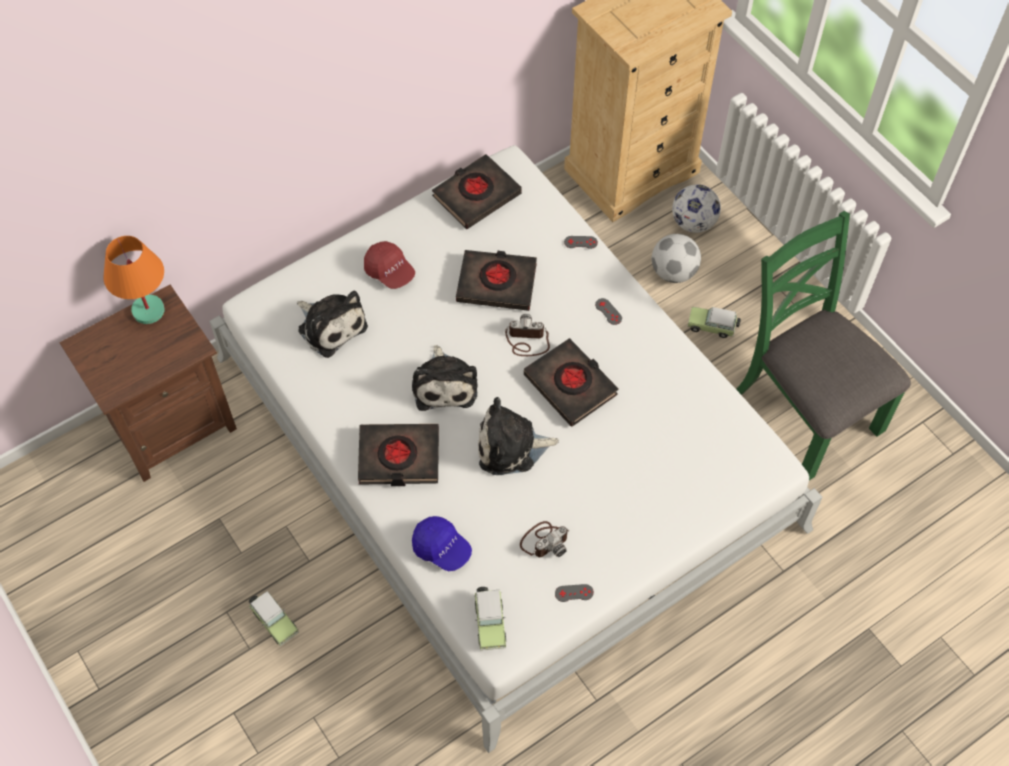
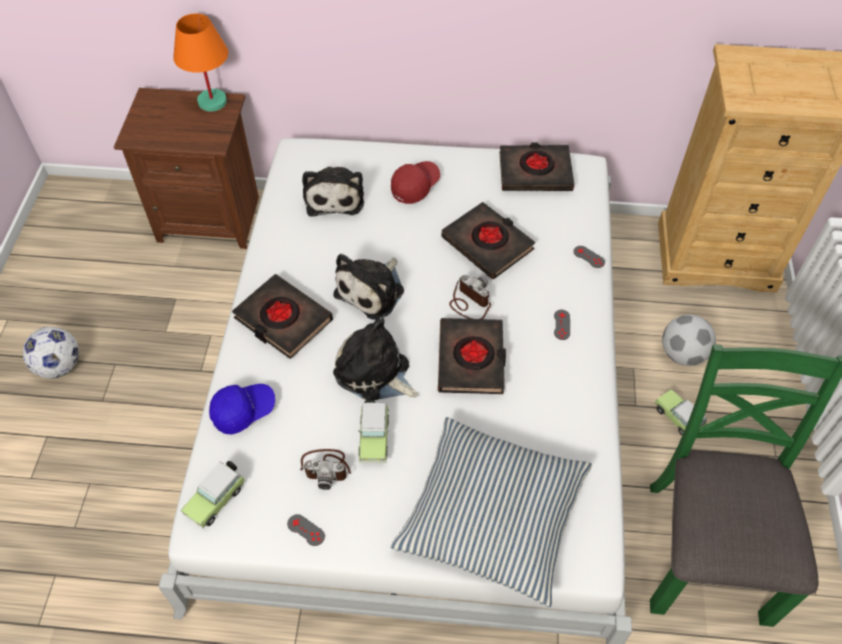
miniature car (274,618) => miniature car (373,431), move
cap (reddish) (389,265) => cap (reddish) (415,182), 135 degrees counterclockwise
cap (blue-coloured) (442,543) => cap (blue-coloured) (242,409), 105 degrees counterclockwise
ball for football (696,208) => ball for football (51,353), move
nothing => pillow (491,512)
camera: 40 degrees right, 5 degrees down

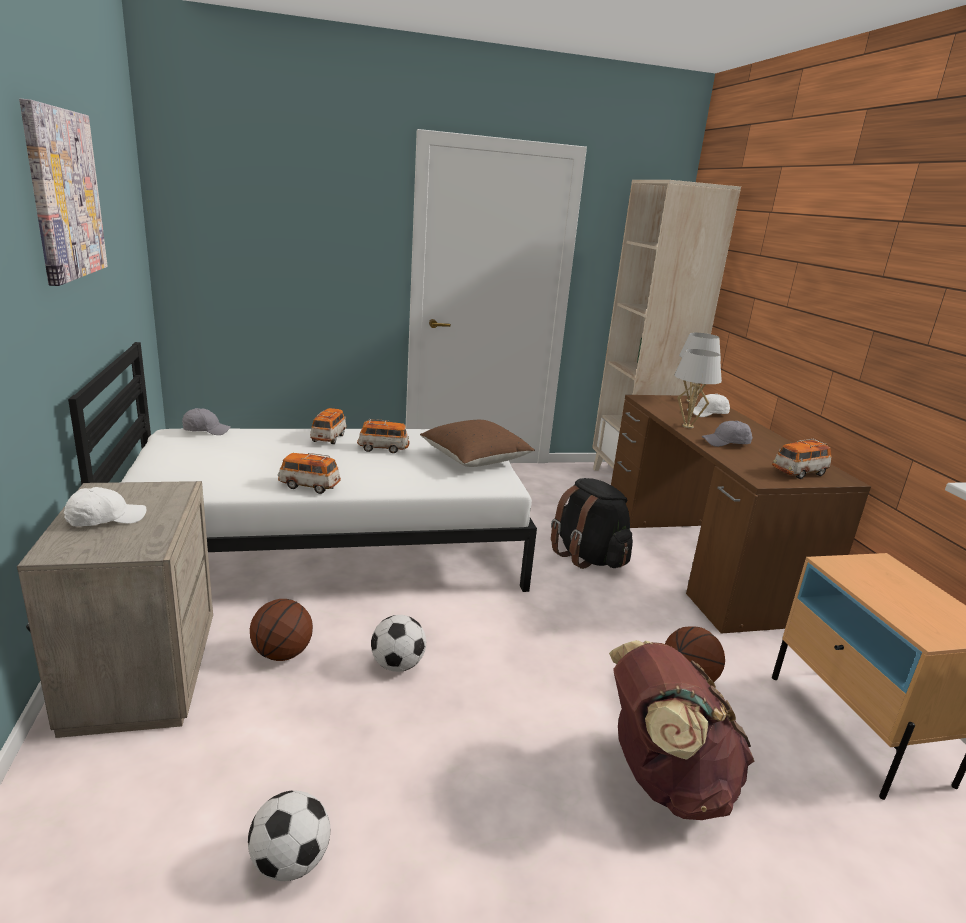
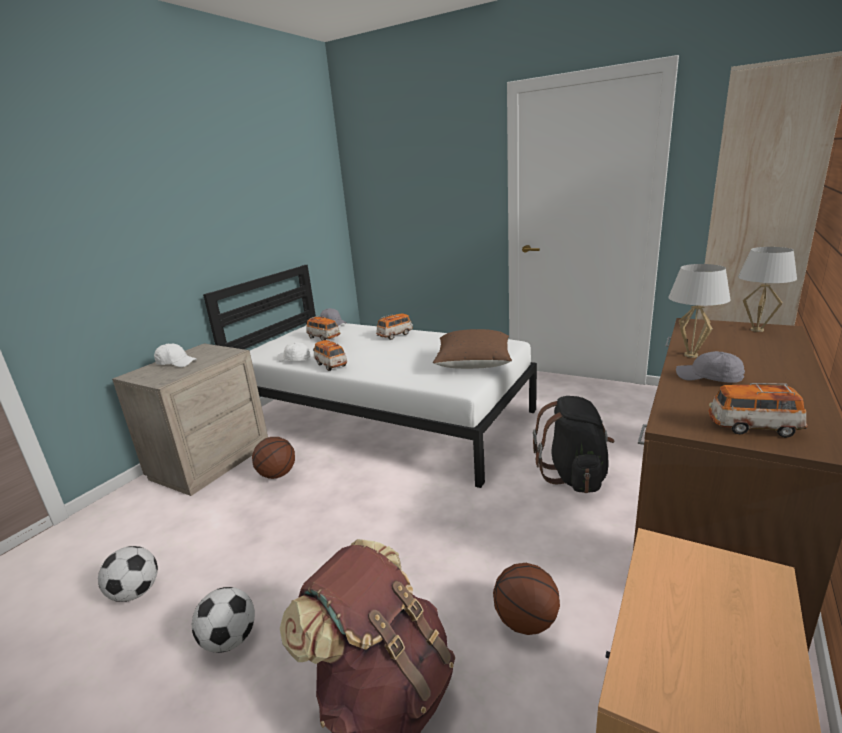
wall art (63,192) => nothing
miniature car (383,436) => miniature car (323,328), move
ball for football (398,643) => ball for football (223,620), move
cap (white-coloured) (708,405) => cap (white-coloured) (294,351), move
camera: 45 degrees right, 0 degrees up

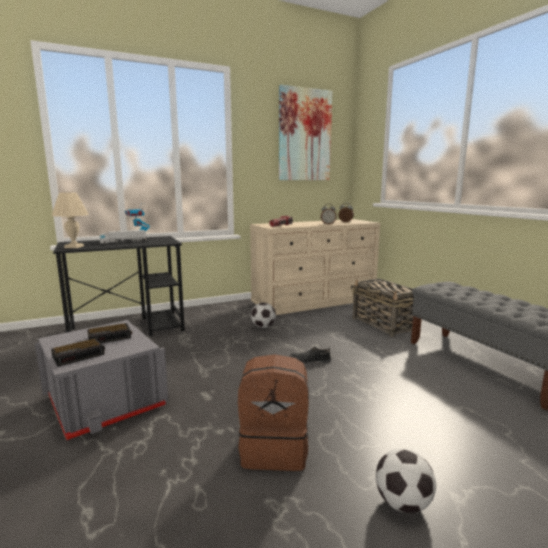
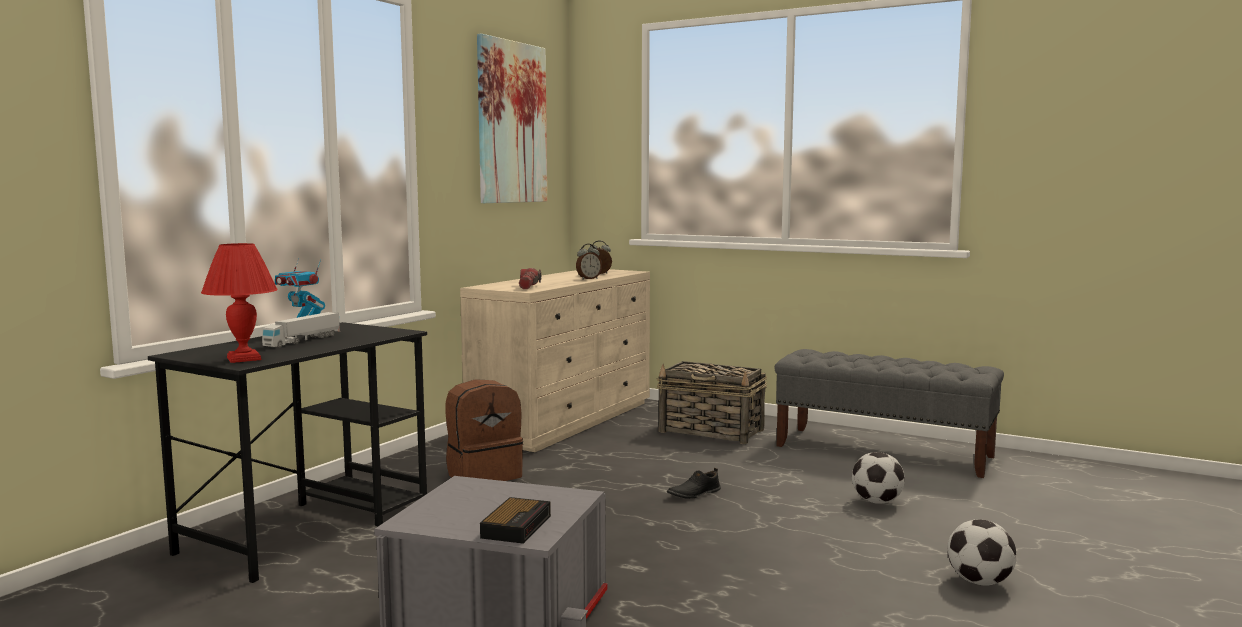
lamp for a table (sand-coloured) (70,220) => lamp for a table (reddish) (239,303)
alarm clock (109,333) => nothing
backpack (brown) (273,412) => backpack (brown) (484,430), move
ball for football (263,315) => ball for football (878,478), move
camera: 35 degrees left, 5 degrees down

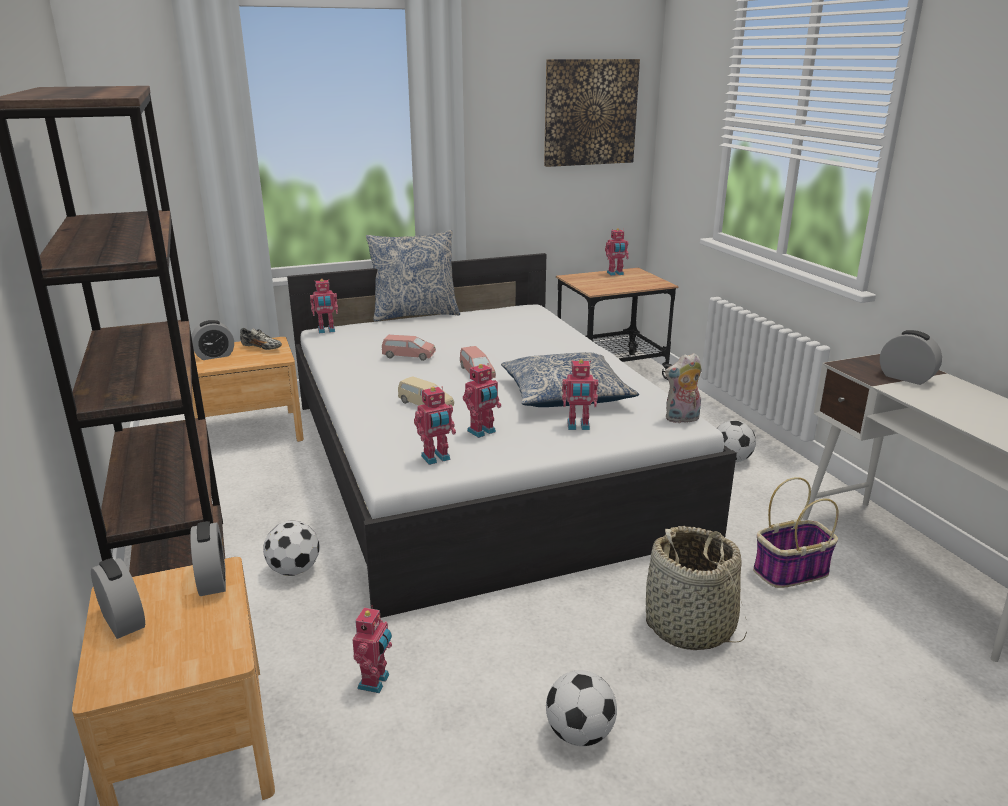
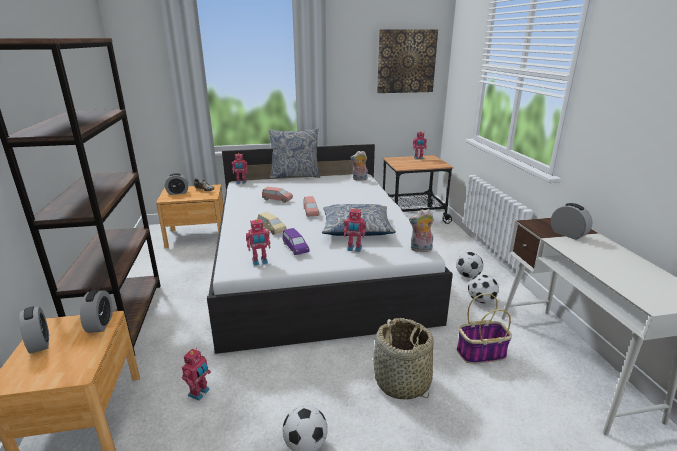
ball for football (291,548) => ball for football (483,289), move
robot figure (482,400) => miniature car (purple) (296,241)
nothing => soft toy (359,166)
camera: 10 degrees right, 0 degrees up

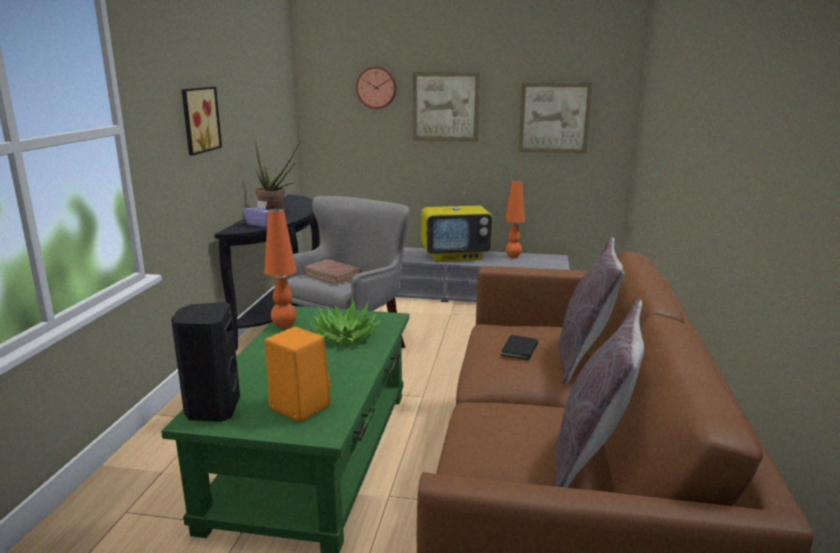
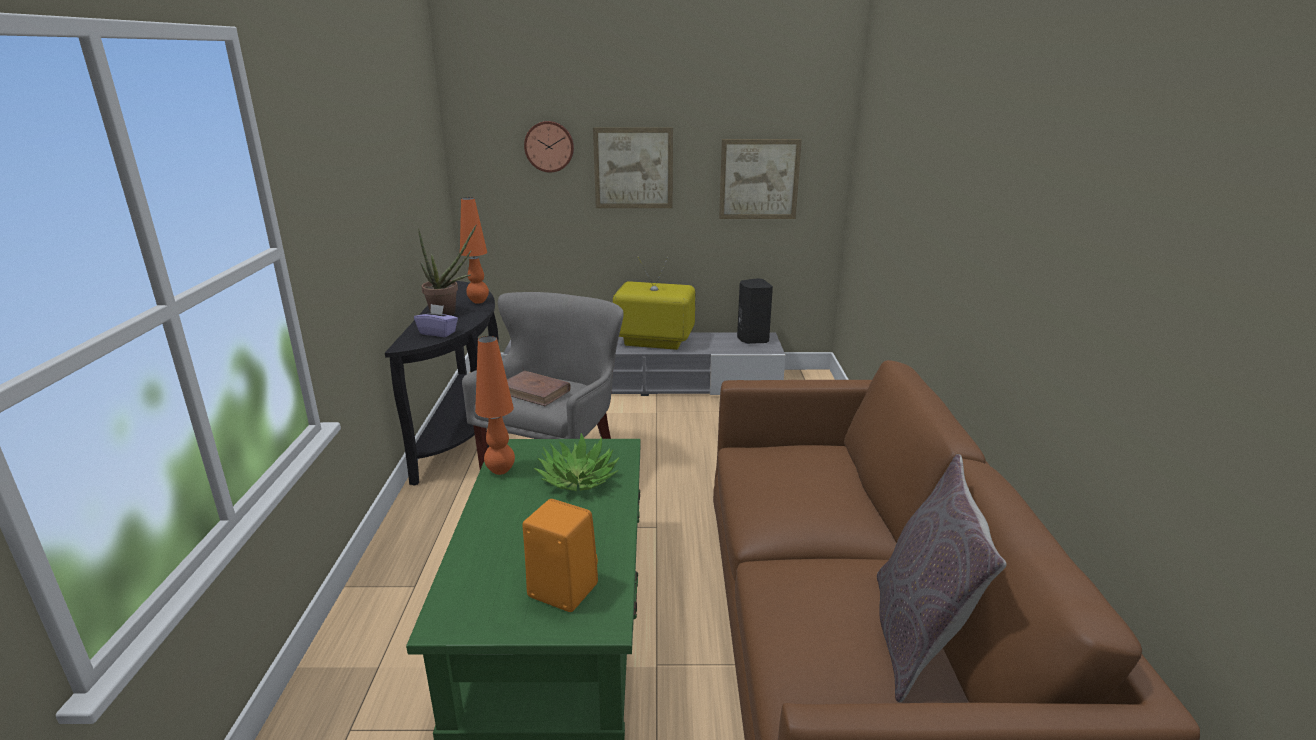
loudspeaker (black-coloured) (205,362) => loudspeaker (black-coloured) (755,311), move
wall art (201,121) => nothing
TV (457,221) => TV (654,303), 150 degrees counterclockwise
volume (black-coloured) (523,347) => nothing
lamp for a table (orangey) (515,219) => lamp for a table (orangey) (474,250), move
pillow (gray) (592,310) => nothing
camera: 10 degrees left, 5 degrees up

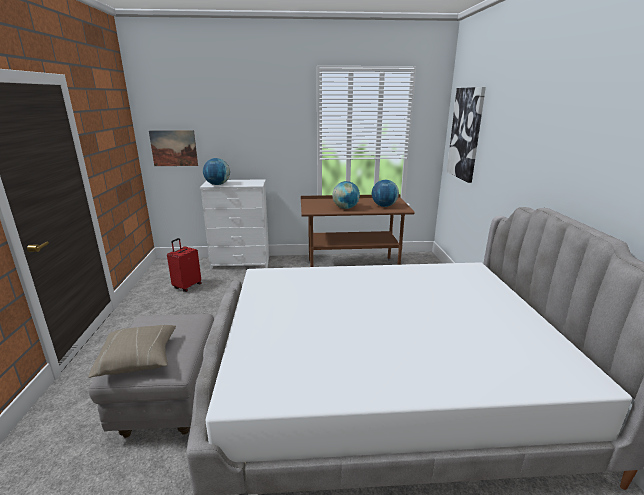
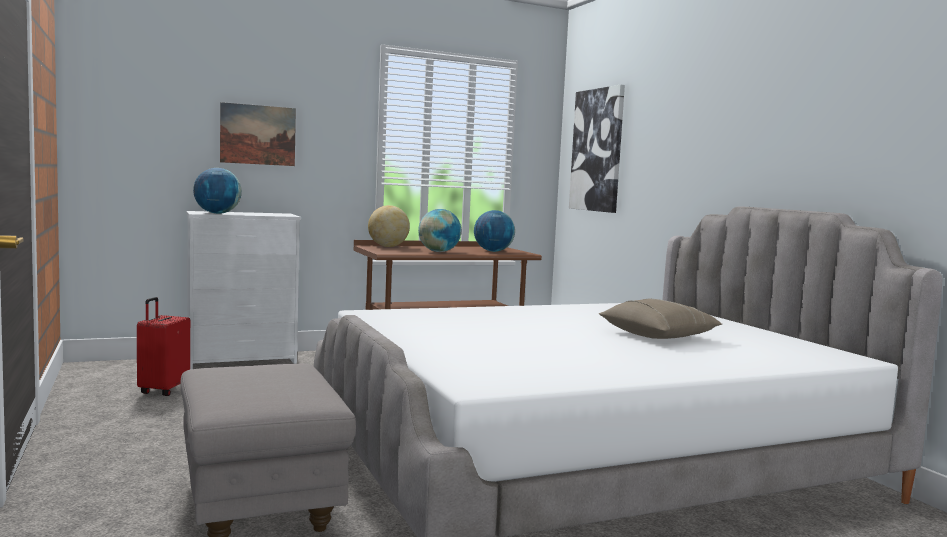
pillow (sand-coloured) (132,351) => pillow (sand-coloured) (660,319), move
wall art (173,148) => wall art (258,134), move
nothing => globe (389,226)
camera: 20 degrees left, 15 degrees down

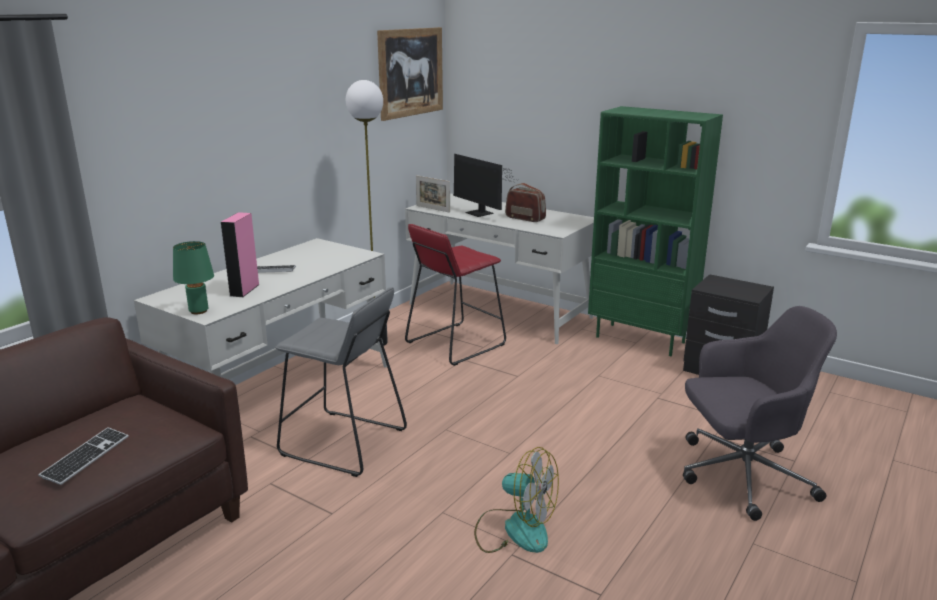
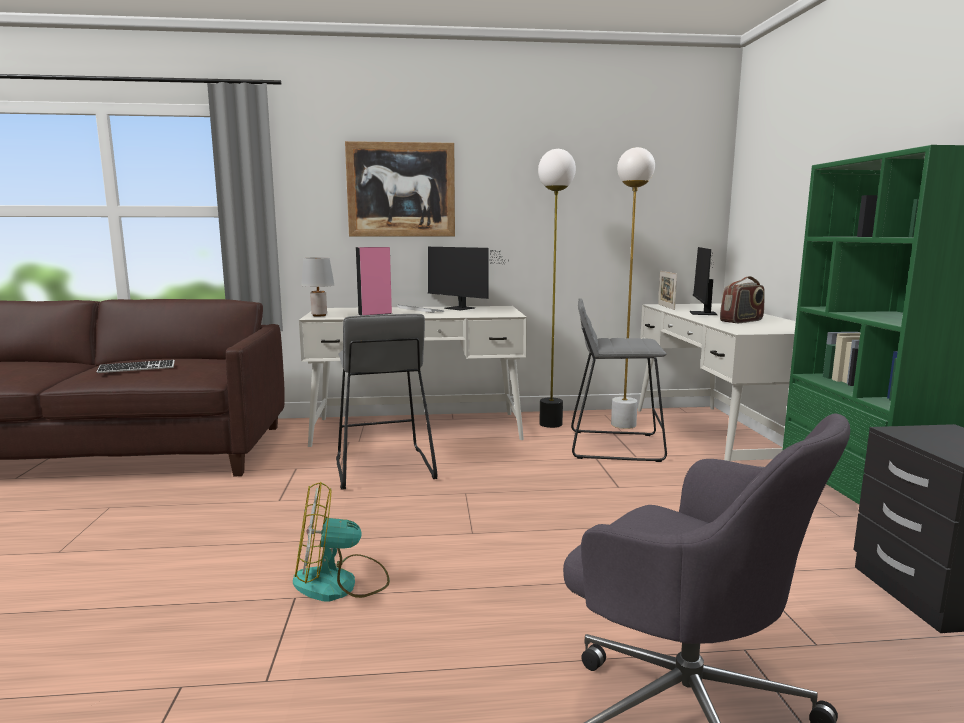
lamp for a table (green) (193,277) => lamp for a table (gray) (317,287)
wall art (410,74) => wall art (400,188), move
sitting stool (reddish) (455,295) => sitting stool (gray) (619,380)
fan (516,500) => fan (341,542), 90 degrees clockwise
radio receiver (525,202) => radio receiver (742,299), 60 degrees clockwise
nothing => computer screen (469,278)
nothing => standard lamp (white-coloured) (633,288)
camera: 50 degrees right, 10 degrees down

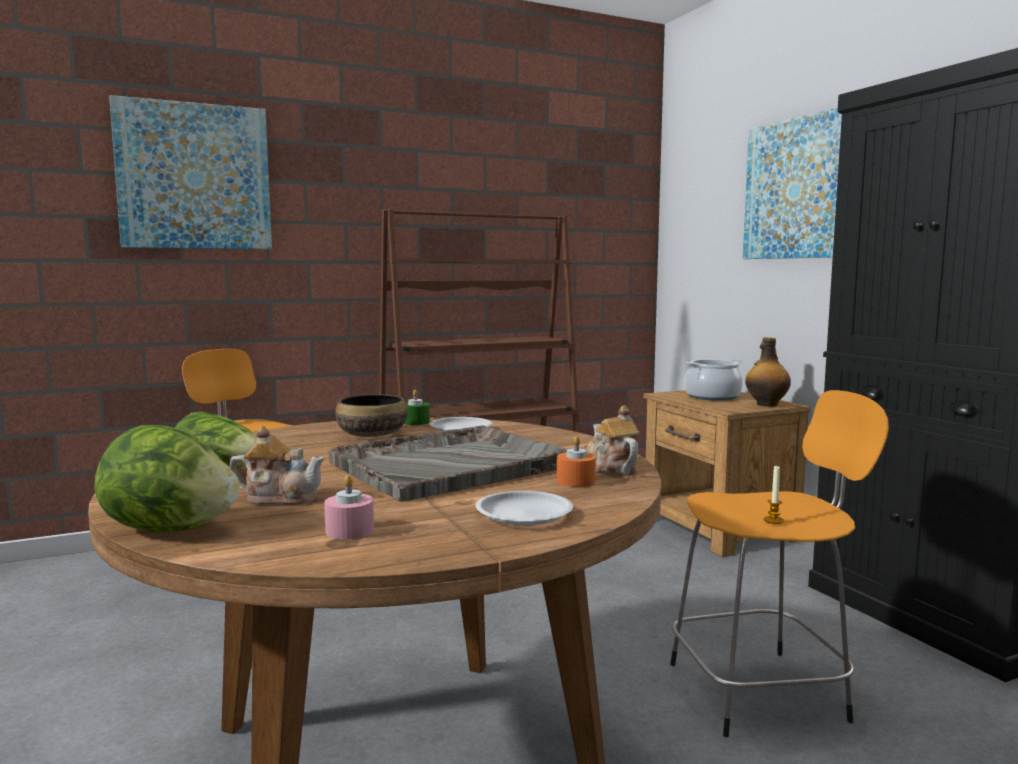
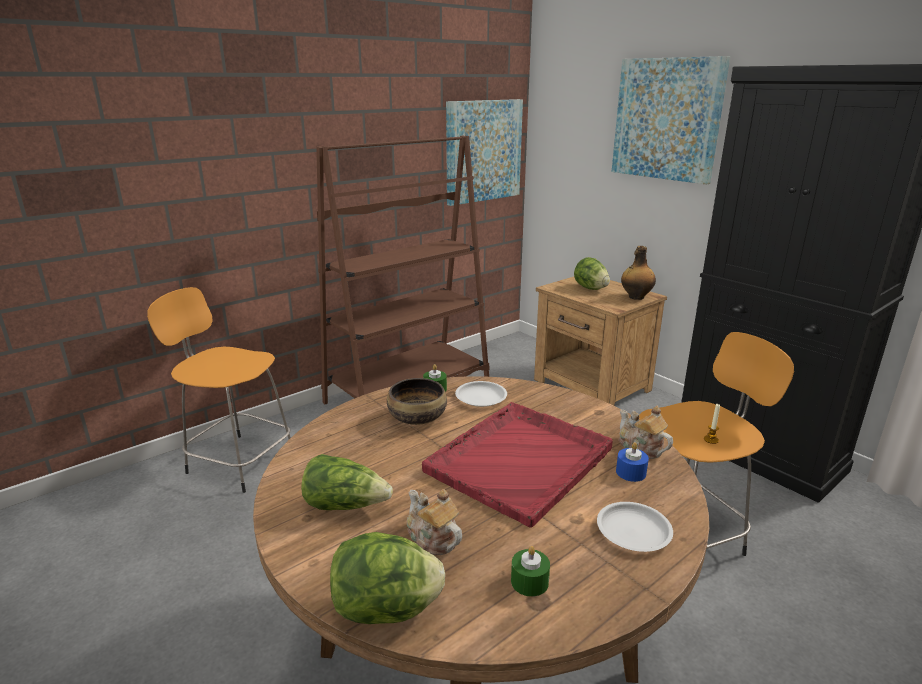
wall art (190,172) => wall art (484,152), move
pot for tea (277,465) => pot for tea (434,522), 120 degrees counterclockwise
candle (pinkish) (349,507) => candle (green) (530,571)
tray (gray) (448,463) => tray (reddish) (517,465)
candle (orangey) (576,461) => candle (blue-coloured) (632,462)
saucepot (714,380) => lettuce (592,273)
camera: 15 degrees left, 15 degrees up

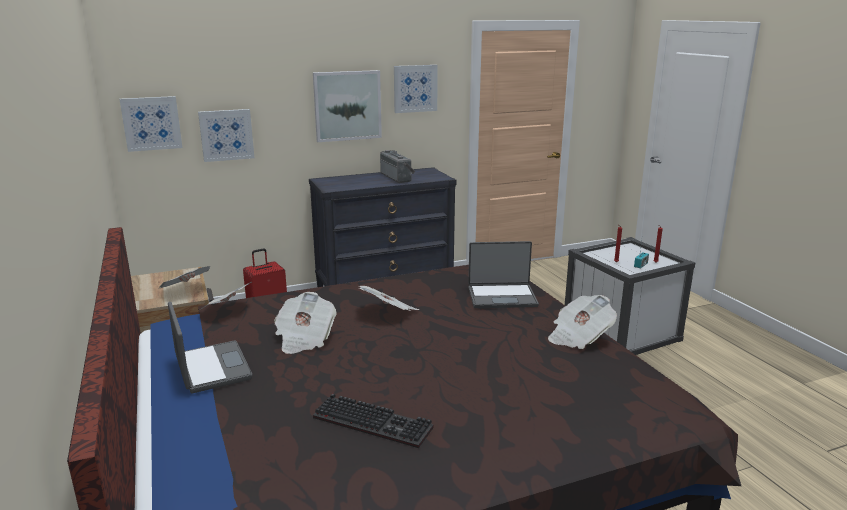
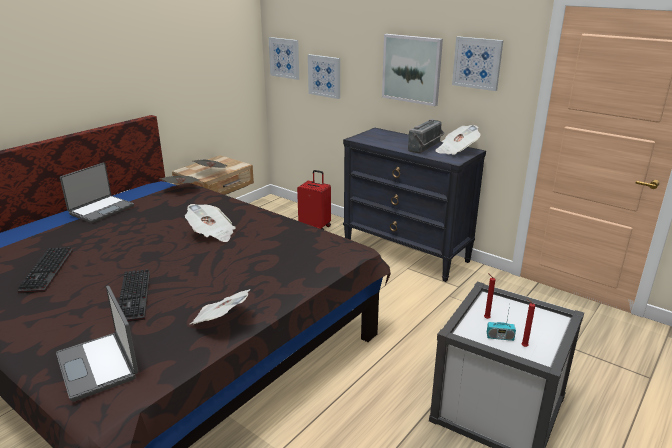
daily paper (305,323) => daily paper (457,140), move
laptop (503,274) => laptop (97,344), move
nothing => computer keyboard (134,295)
camera: 60 degrees right, 5 degrees up

